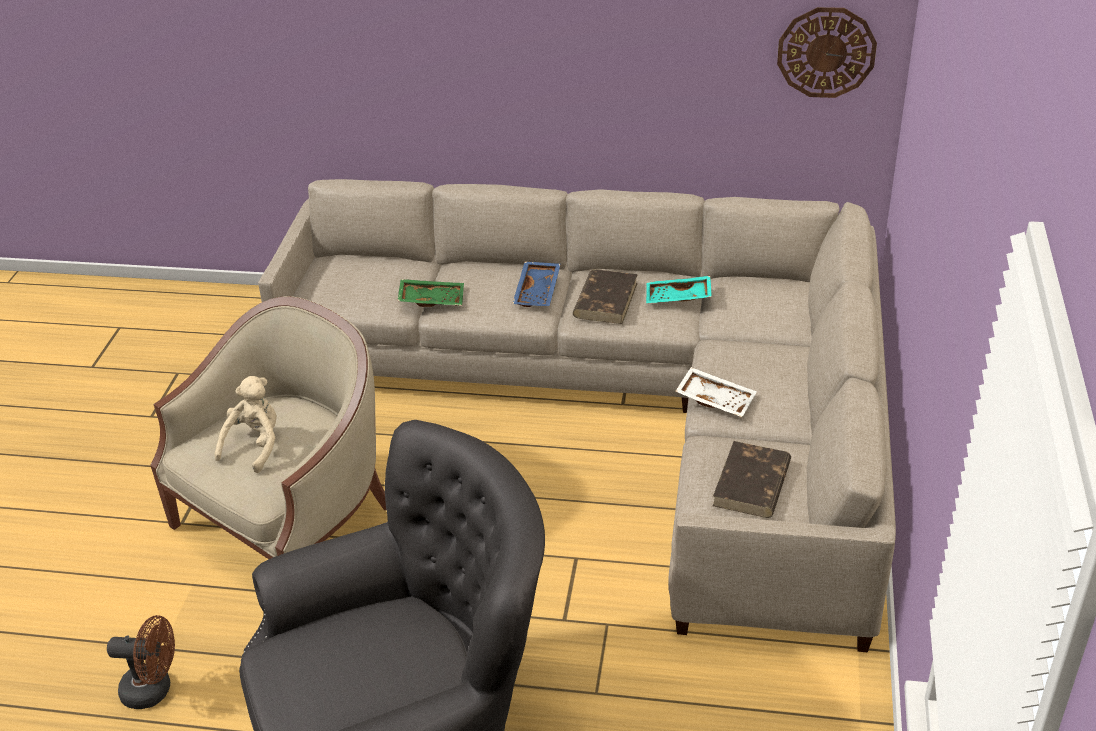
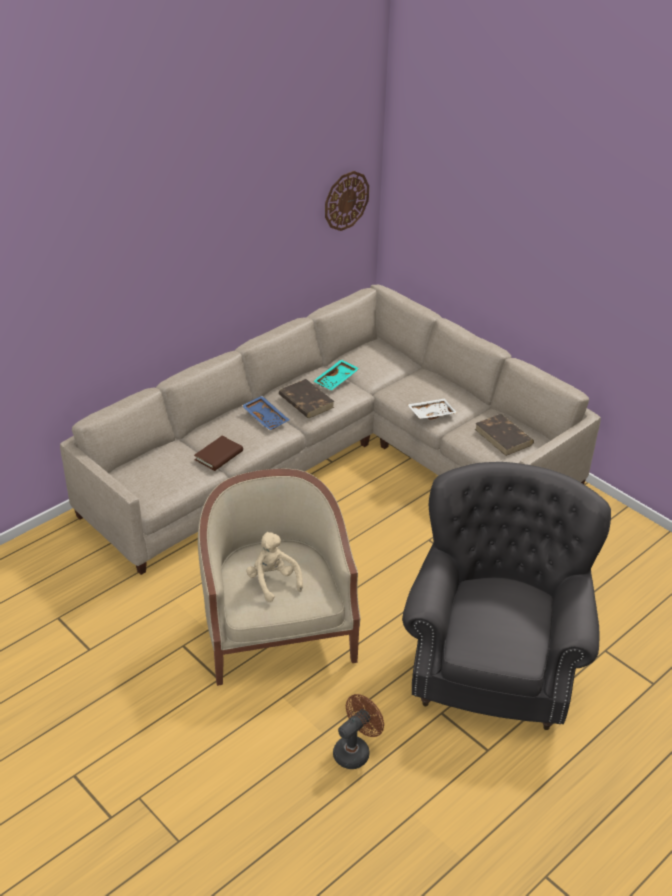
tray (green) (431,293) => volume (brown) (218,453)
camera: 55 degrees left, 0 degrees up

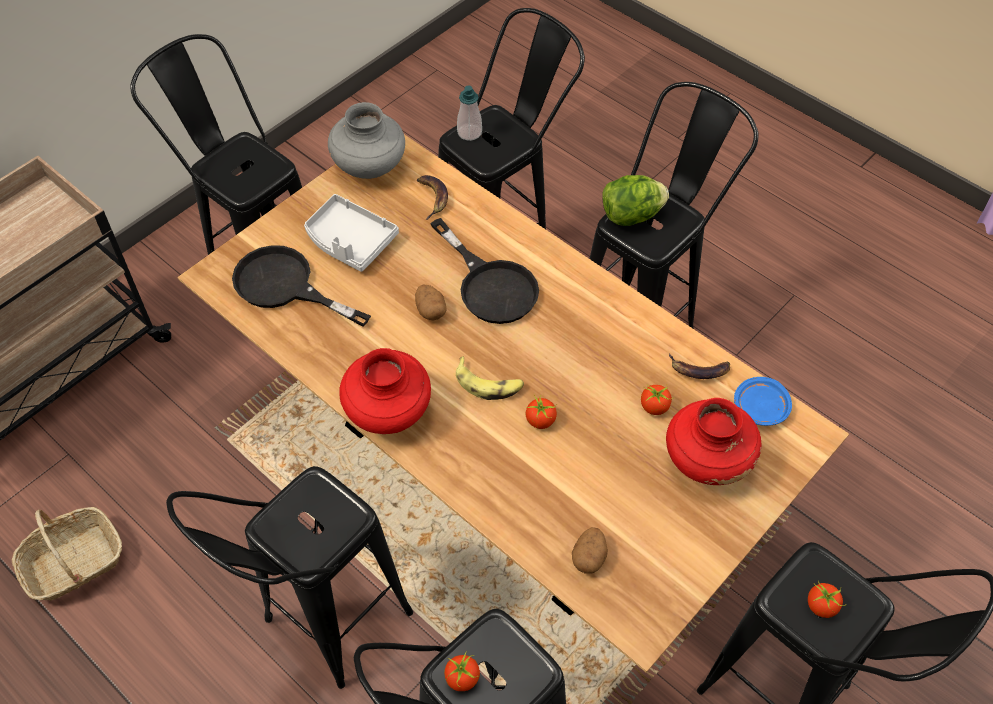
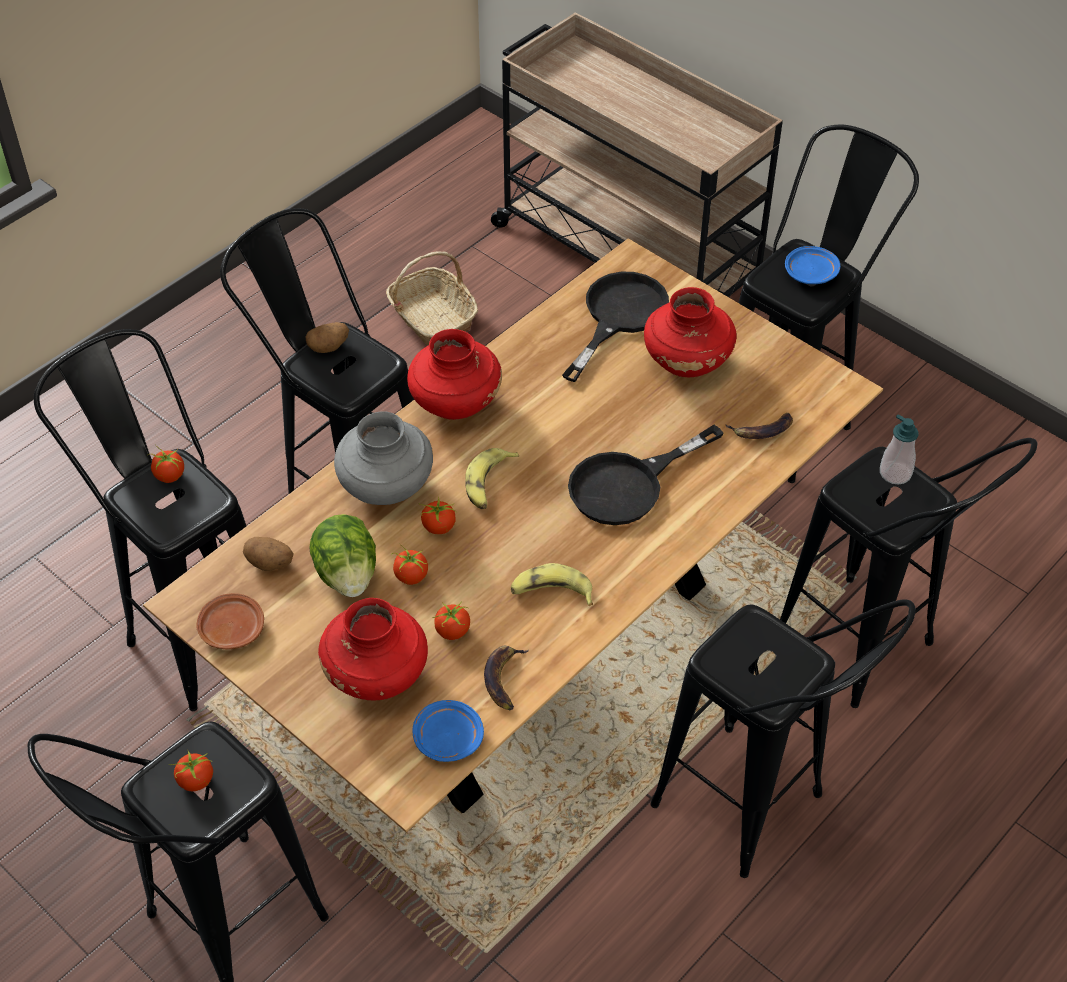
tray (gray) (351,233) => flower vase (reddish) (690,332)
flower vase (gray) (366,140) => flower vase (gray) (383,458), move
spud (430,302) => spud (327,337), move
lettuce (636,200) => lettuce (342,555), move
nothing => flat dish (brown) (230,621)
nothing => tomato (409,564)
nothing => banana fruit (552,584)
nothing => flat dish (blue-coloured) (812,265)
camera: 90 degrees right, 5 degrees down

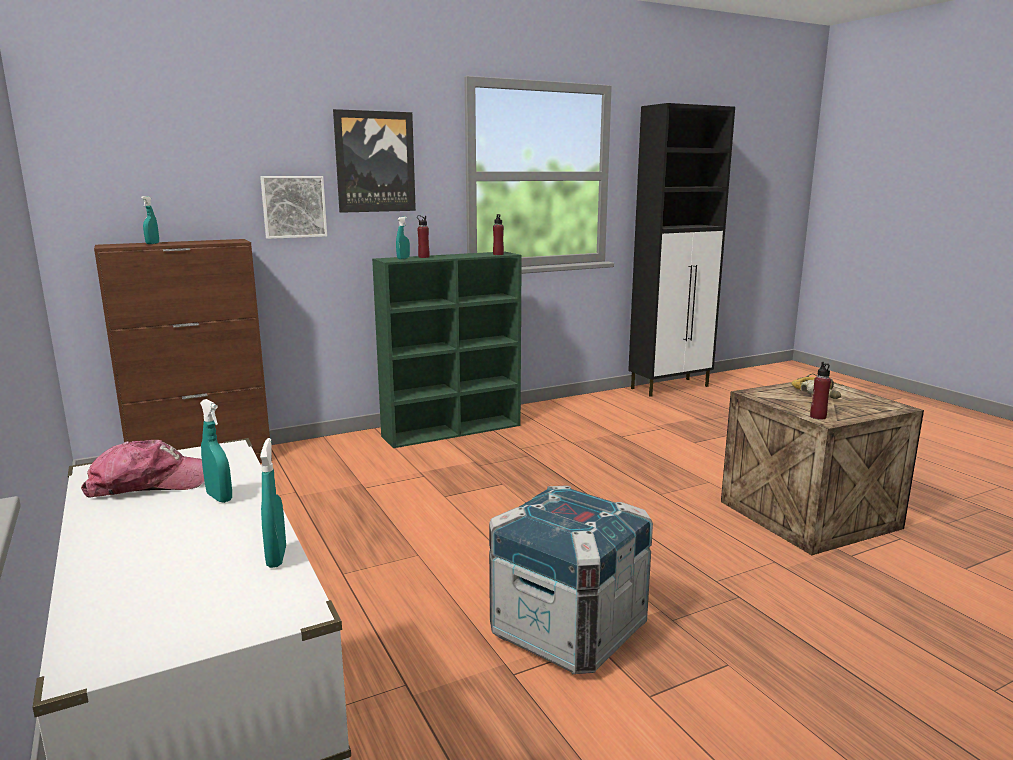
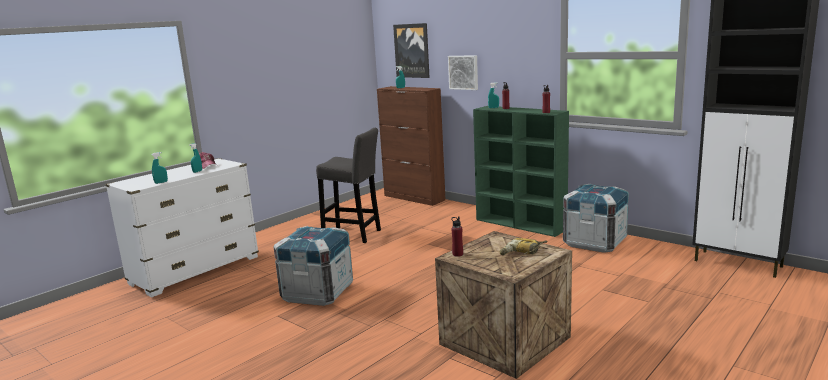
wall art (374,161) => wall art (411,50), move
nothing => sitting stool (gray) (348,185)
nothing => shipping crate (596,218)
camera: 70 degrees right, 0 degrees up

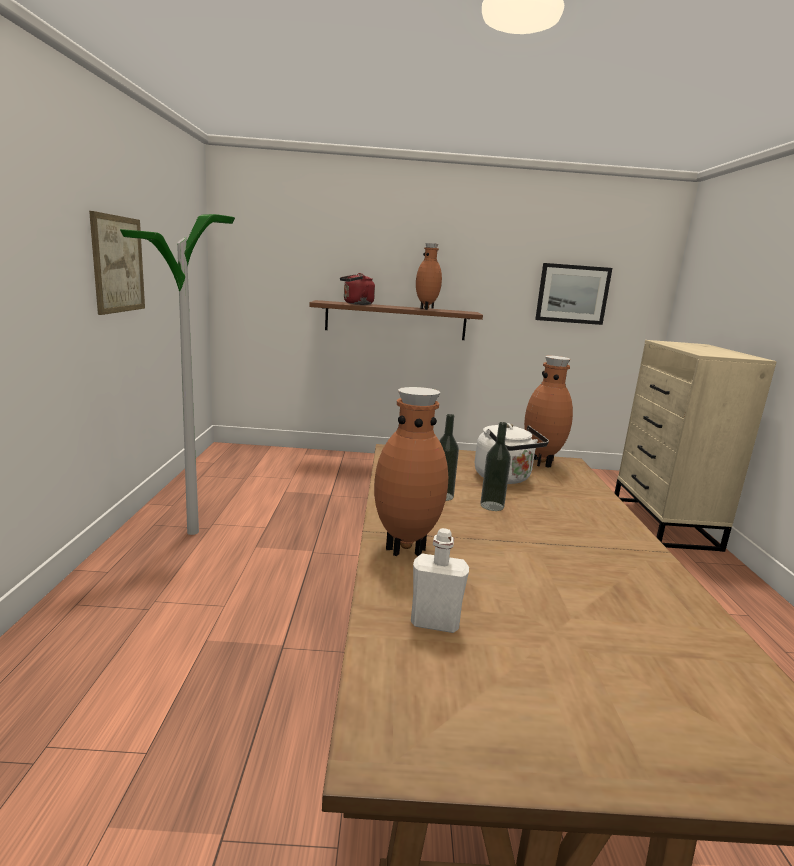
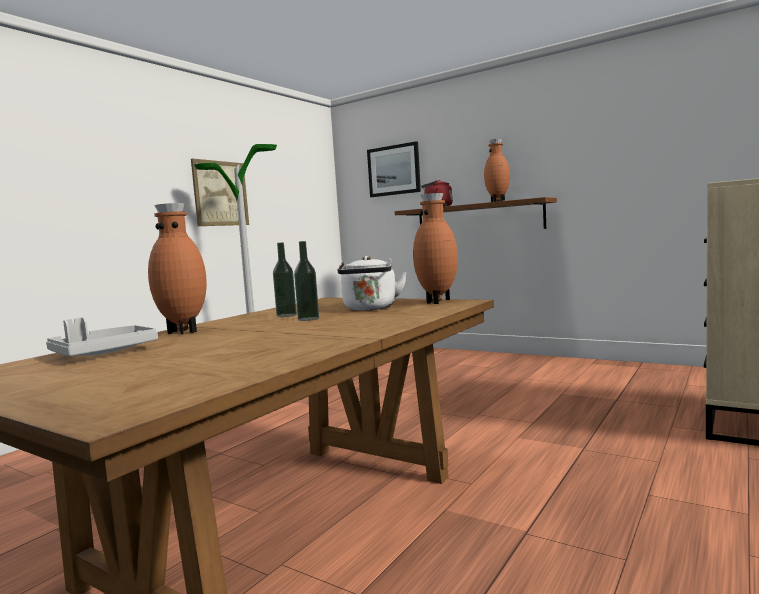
drink bottle (white-coloured) (440,580) => tray (gray) (102,337)
wall art (573,294) => wall art (394,169), move
camera: 35 degrees right, 10 degrees down

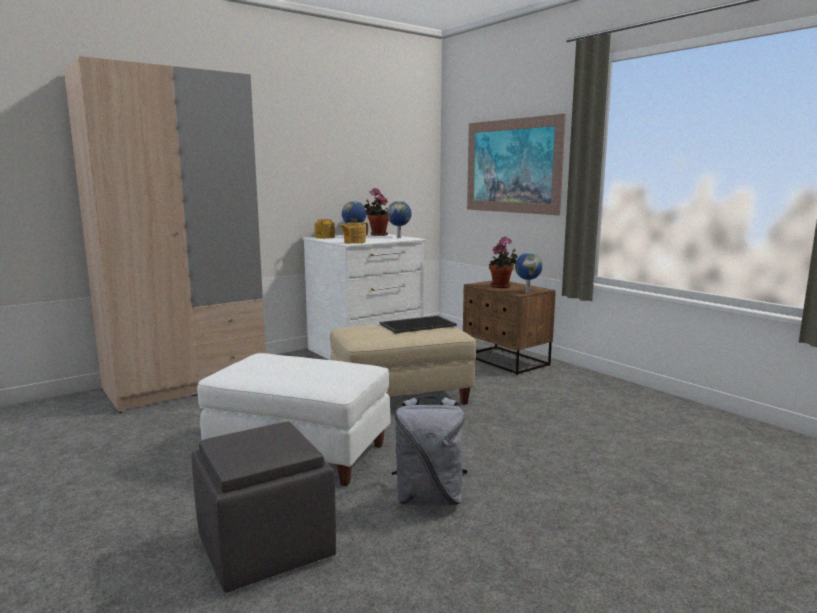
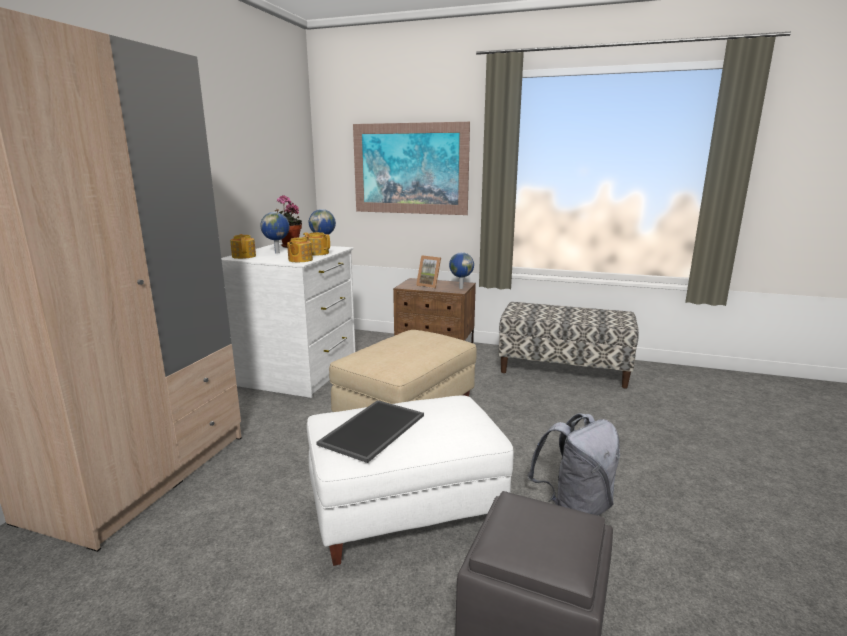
tray (418,324) => tray (370,431), move
houseplant (503,262) => picture frame (428,272)
nothing => pot for tea (316,244)
nothing => indoor bench (569,345)
camera: 35 degrees left, 5 degrees up

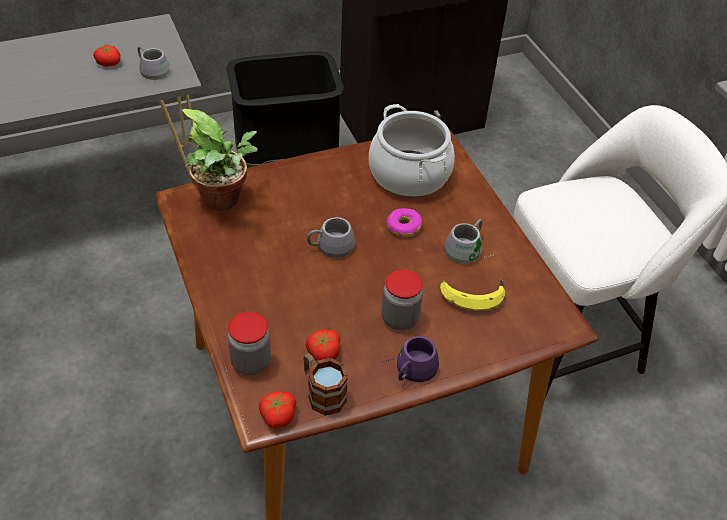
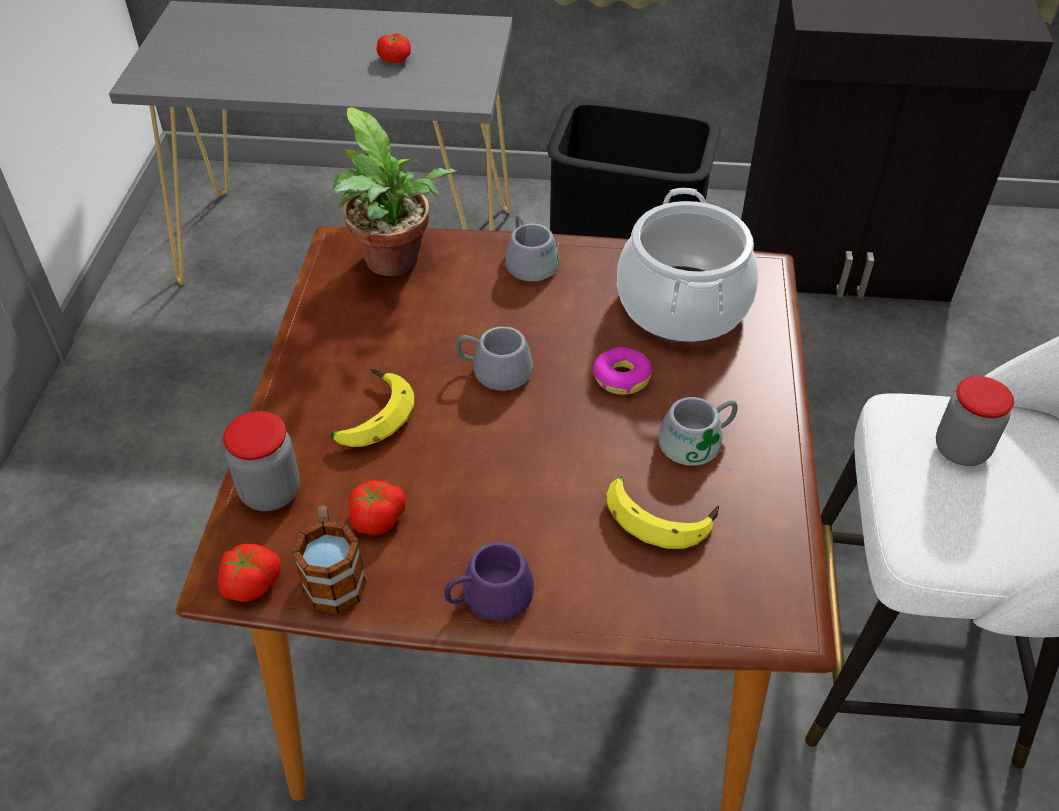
mug (gray) (154,63) => mug (gray) (532,248), move
jar (402,299) => jar (975,421), move
nothing => banana fruit (372,408)
camera: 30 degrees right, 0 degrees up

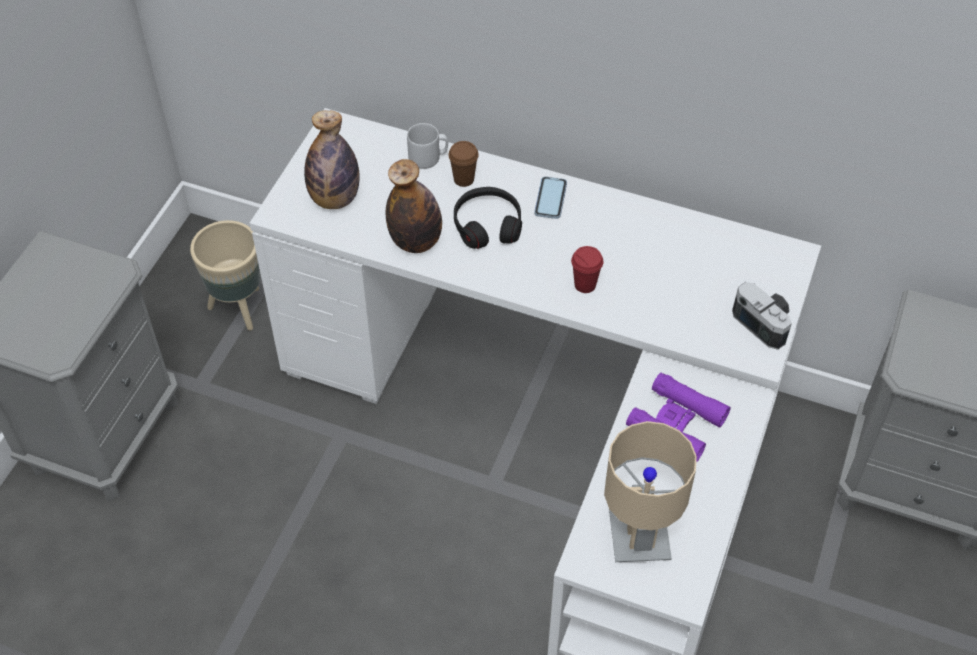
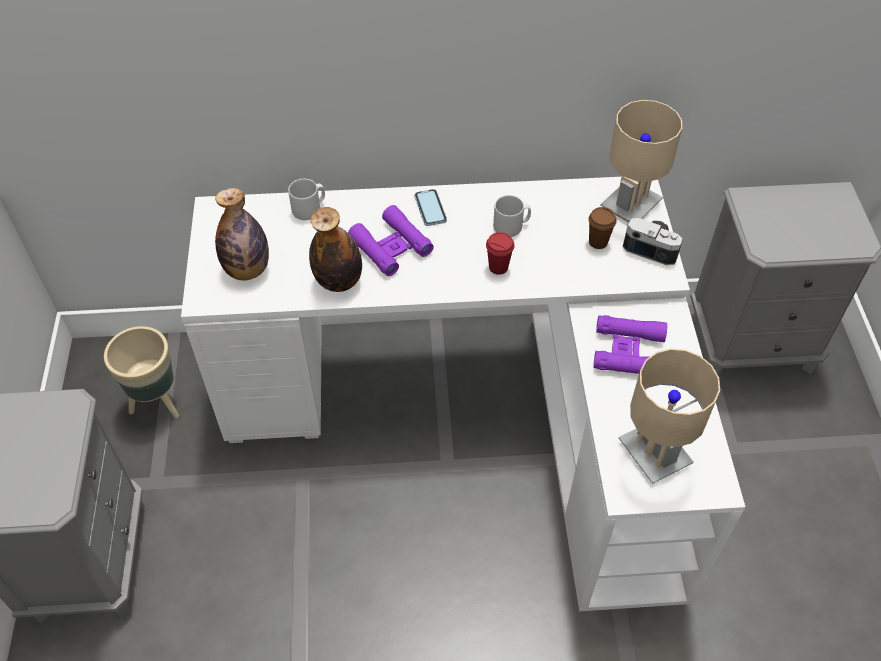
cup (brown) (463,164) => cup (brown) (603,228), move
headphones (black-coloured) (488,218) => pair of binoculars (purple) (391,240)
nothing => mug (gray) (512,216)
nothing => lamp for a table (sand-coloured) (641,161)
camera: 25 degrees left, 0 degrees up

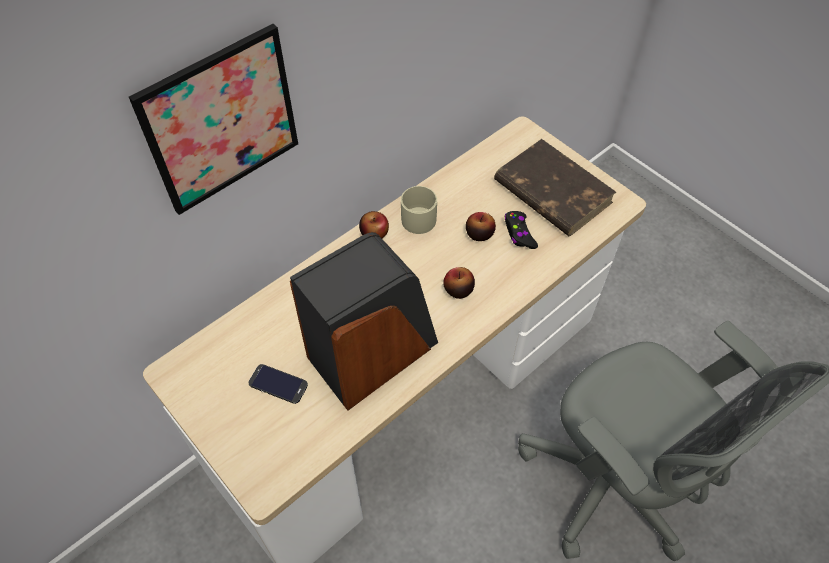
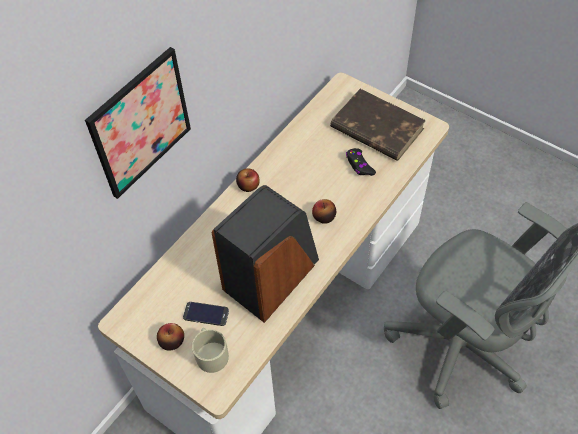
mug (sand-coloured) (419,210) => mug (sand-coloured) (210,350), move
apple fruit (481,226) => apple fruit (170,337), move
camera: 10 degrees left, 0 degrees up

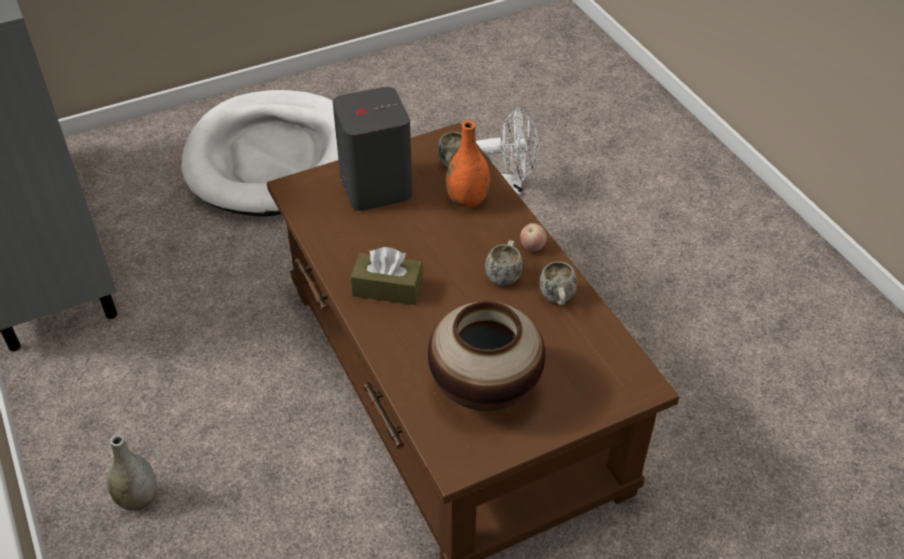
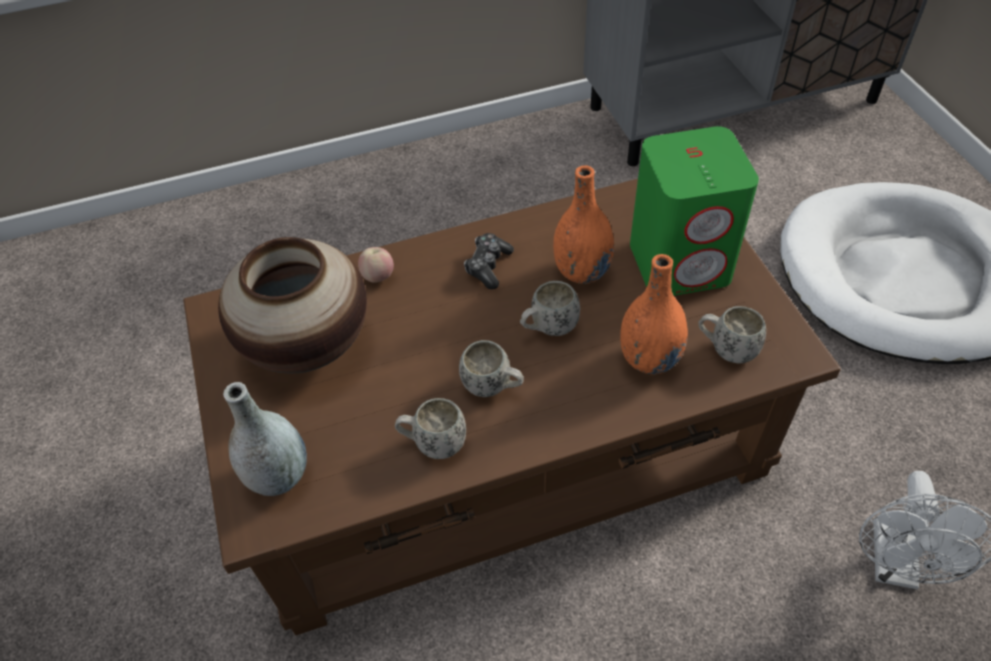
flower vase (gray) (132,472) => flower vase (gray) (265,439), move
loudspeaker (gray) (373,149) => loudspeaker (green) (694,211)
box of tissues (brown) (387,276) => game controller (489,261)
apple fruit (533,237) => apple fruit (376,265), move
nothing => mug (white-coloured) (550,308)
nothing => flower vase (orangey) (583,224)
camera: 100 degrees right, 5 degrees up

